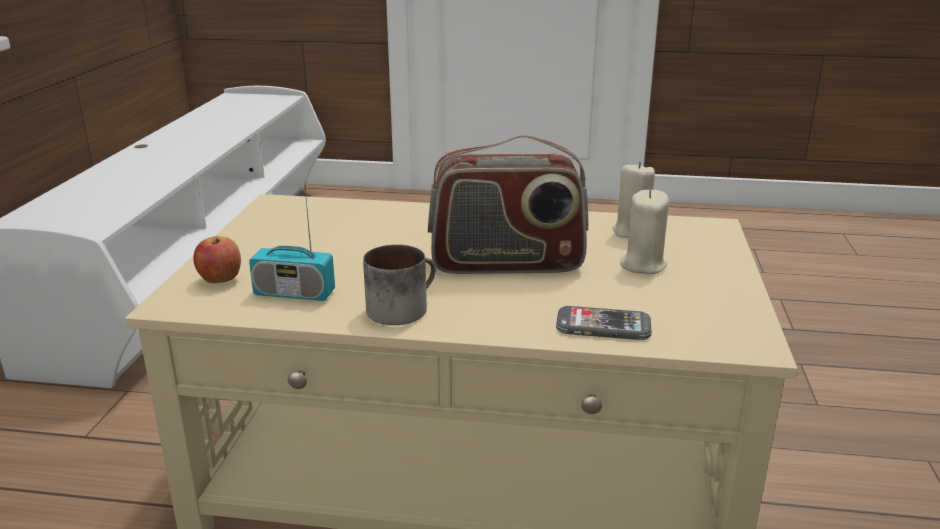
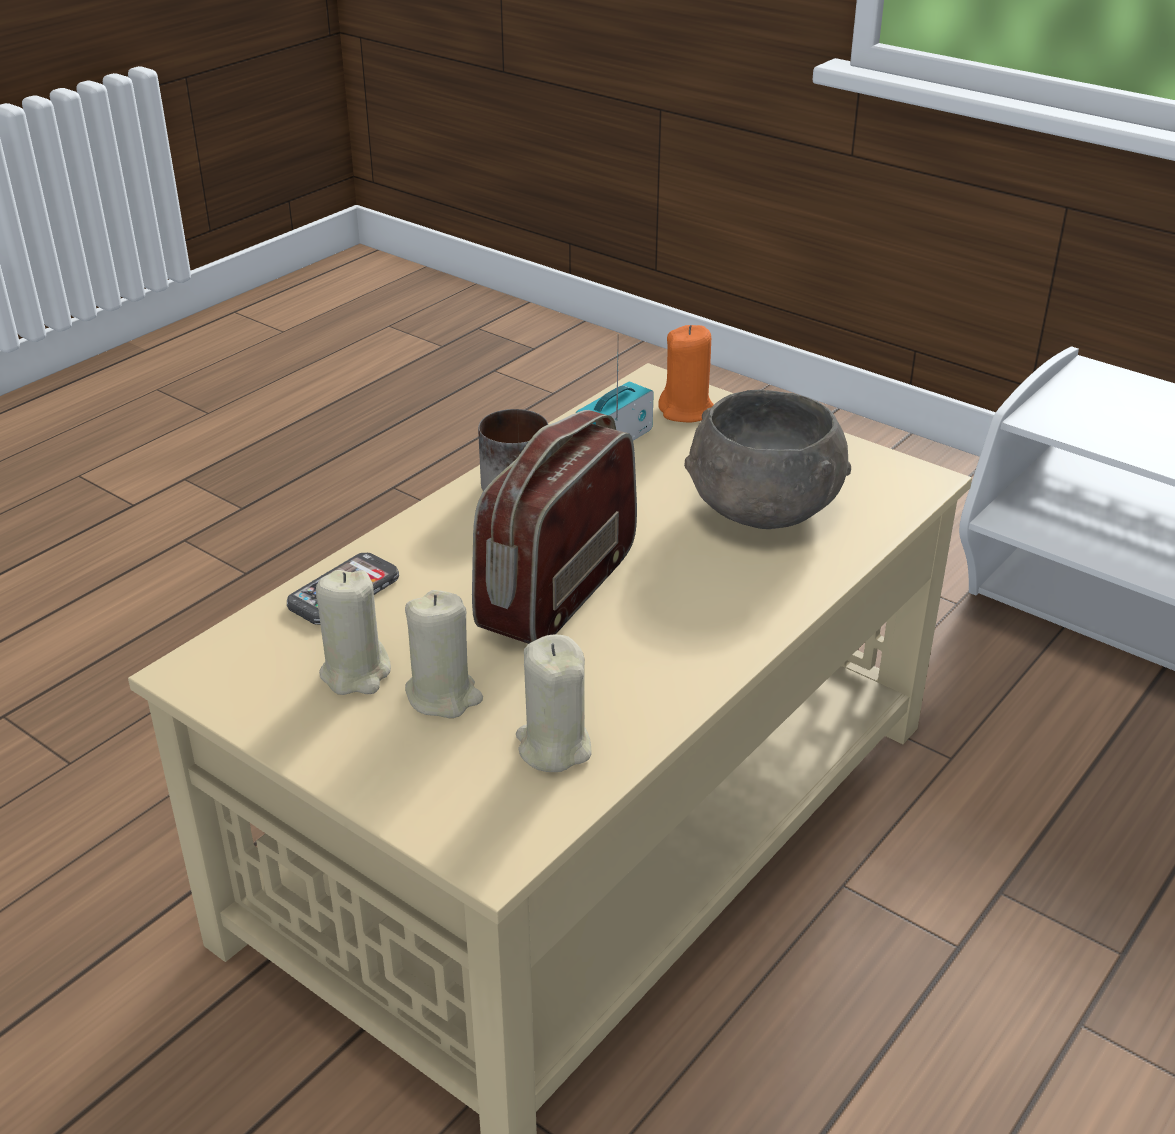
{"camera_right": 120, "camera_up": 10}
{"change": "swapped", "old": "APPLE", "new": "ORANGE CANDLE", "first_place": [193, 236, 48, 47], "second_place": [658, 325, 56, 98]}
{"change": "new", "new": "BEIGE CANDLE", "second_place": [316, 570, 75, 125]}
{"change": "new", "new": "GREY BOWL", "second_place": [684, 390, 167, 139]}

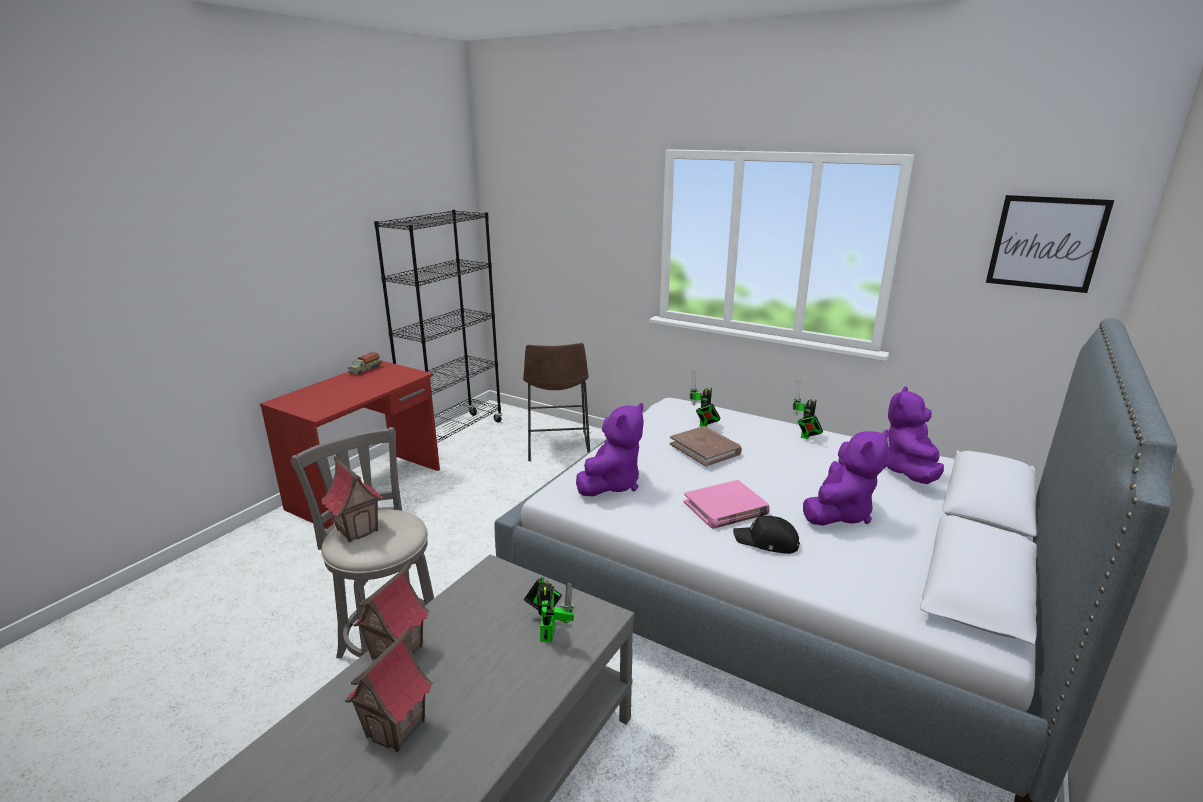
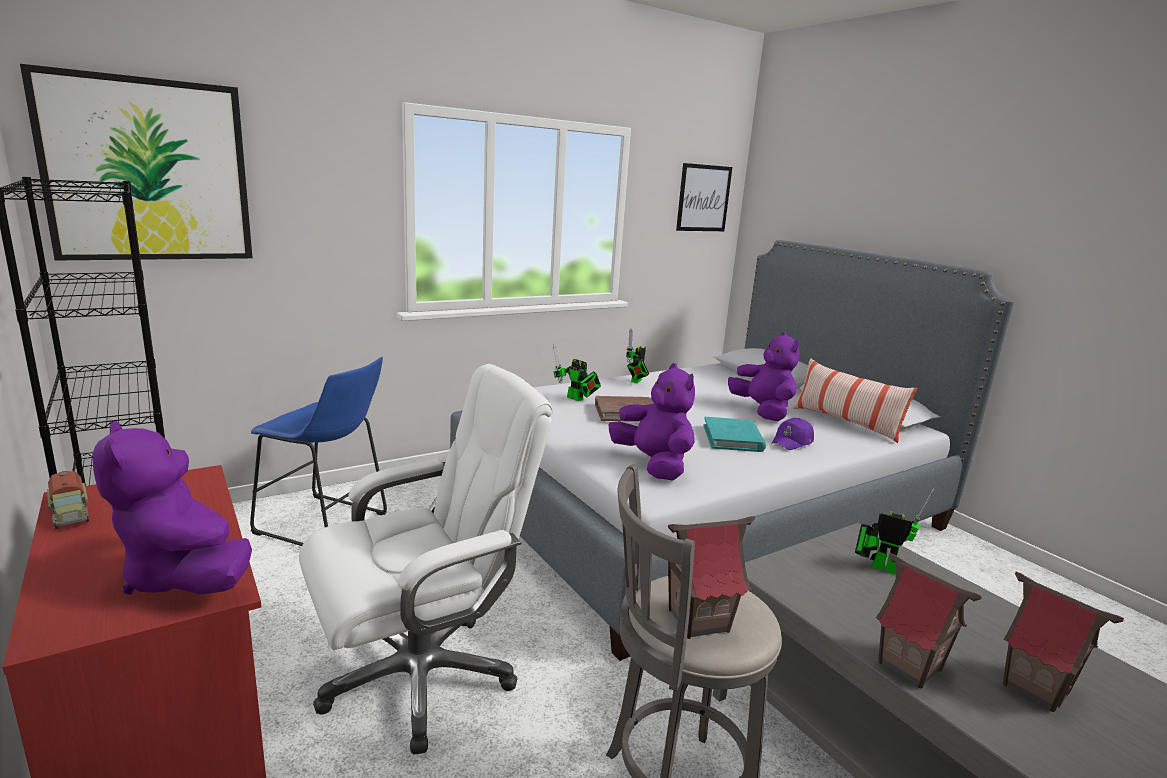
{"camera_right": -65, "camera_up": -5}
{"change": "repainted", "old": "BROWN STOOL", "new": "BLUE STOOL", "first_place": [523, 343, 67, 118], "second_place": [250, 357, 137, 189]}
{"change": "repainted", "old": "PINK BOOK", "new": "TURQUOISE BOOK", "first_place": [684, 480, 86, 49], "second_place": [703, 417, 63, 35]}
{"change": "repainted", "old": "BLACK CAP", "new": "PURPLE CAP", "first_place": [733, 516, 67, 38], "second_place": [772, 418, 42, 32]}
{"change": "rotated", "old": "TOY ROBOT", "first_place": [793, 378, 30, 61], "second_place": [626, 329, 23, 54], "degrees": 60}
{"change": "shifted", "old": "PURPLE PLUSH TOY", "first_place": [884, 386, 60, 98], "second_place": [92, 421, 160, 174]}
{"change": "new", "new": "PICTURE", "second_place": [20, 64, 233, 197]}
{"change": "new", "new": "WHITE OFFICE CHAIR", "second_place": [299, 364, 254, 391]}
{"change": "new", "new": "PILLOW", "second_place": [793, 358, 125, 85]}

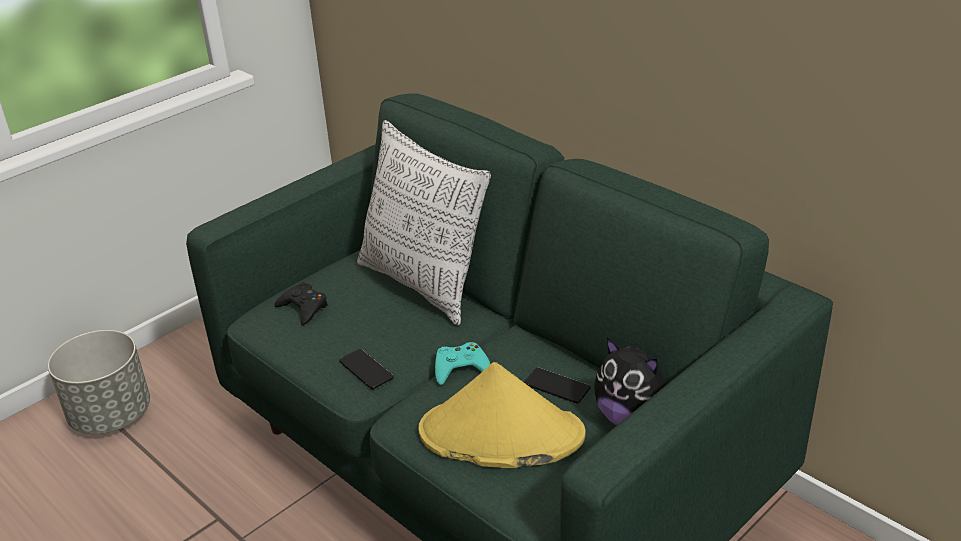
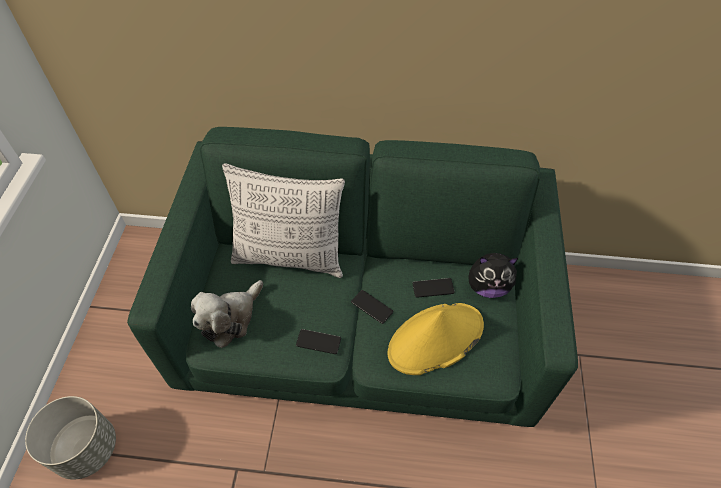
{"camera_right": -40, "camera_up": 20}
{"change": "swapped", "old": "BLACK GAME CONTROLLER", "new": "PLUSH TOY", "first_place": [274, 282, 54, 43], "second_place": [191, 280, 72, 68]}
{"change": "swapped", "old": "TURQUOISE GAME CONTROLLER", "new": "PHONE", "first_place": [435, 342, 55, 43], "second_place": [351, 290, 42, 34]}

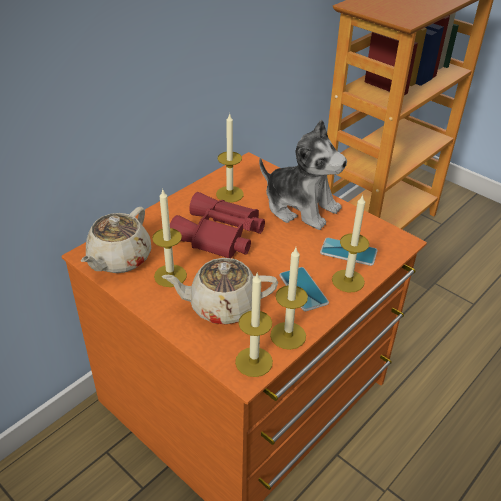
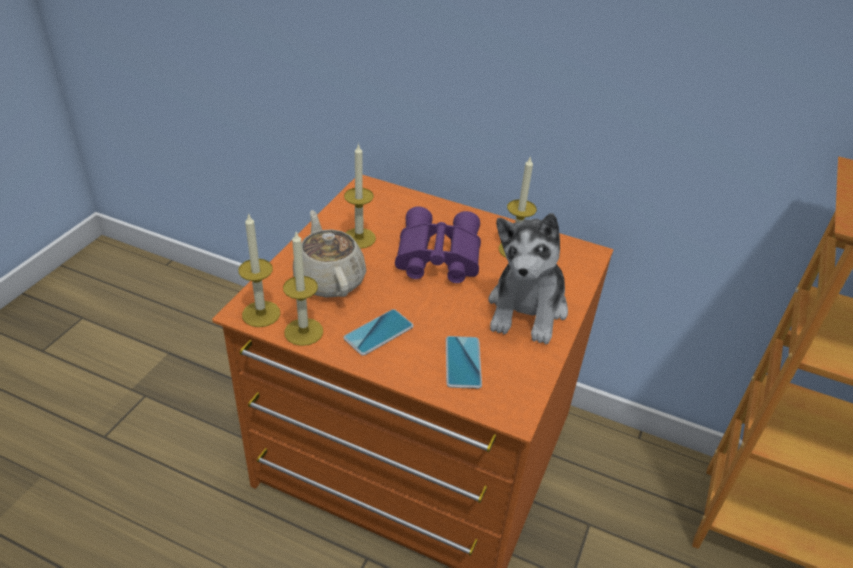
{"camera_right": 70, "camera_up": 0}
{"change": "gone", "old": "BEIGE TEAPOT", "first_place": [81, 207, 70, 66]}
{"change": "repainted", "old": "RED BINOCULARS", "new": "PURPLE BINOCULARS", "first_place": [170, 192, 95, 66], "second_place": [395, 207, 86, 76]}
{"change": "gone", "old": "CANDLE", "first_place": [332, 195, 37, 97]}

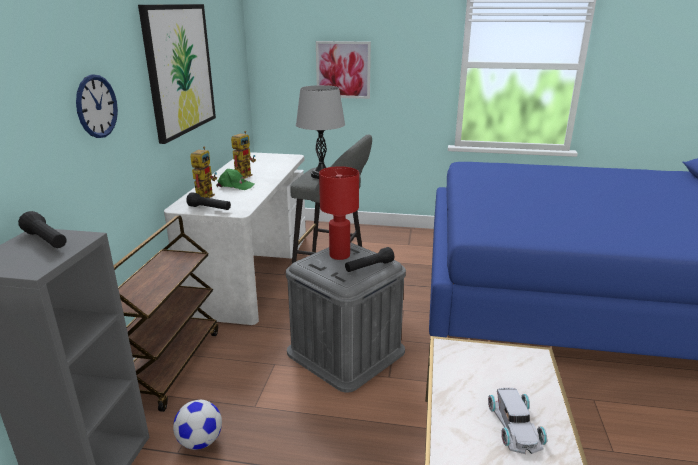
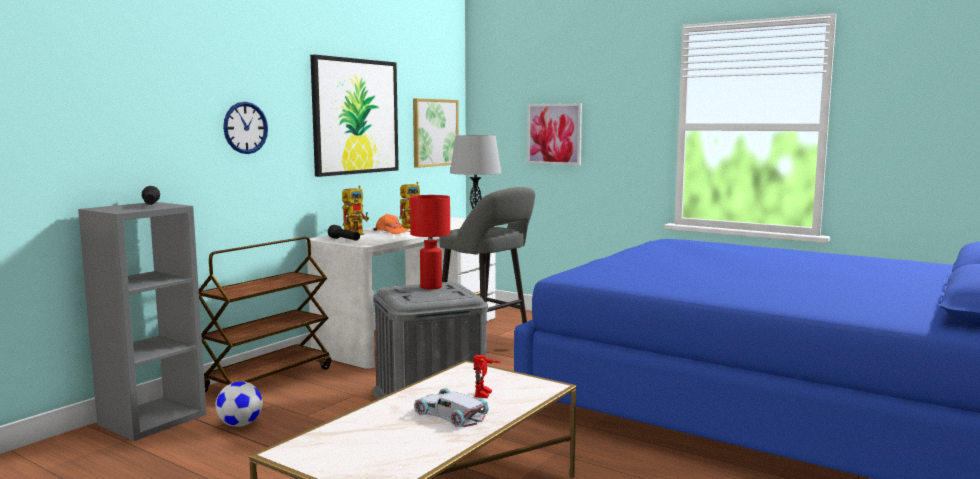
{"camera_right": 25, "camera_up": -15}
{"change": "repainted", "old": "GREEN CAP", "new": "ORANGE CAP", "first_place": [216, 169, 39, 21], "second_place": [373, 214, 37, 20]}
{"change": "gone", "old": "BLACK FLASHLIGHT", "first_place": [345, 247, 49, 25]}
{"change": "rotated", "old": "WHITE TOY CAR", "first_place": [488, 388, 59, 66], "second_place": [414, 388, 75, 39], "degrees": 105}
{"change": "new", "new": "PICTURE", "second_place": [413, 98, 46, 70]}
{"change": "new", "new": "TOY ROBOT", "second_place": [473, 355, 27, 43]}

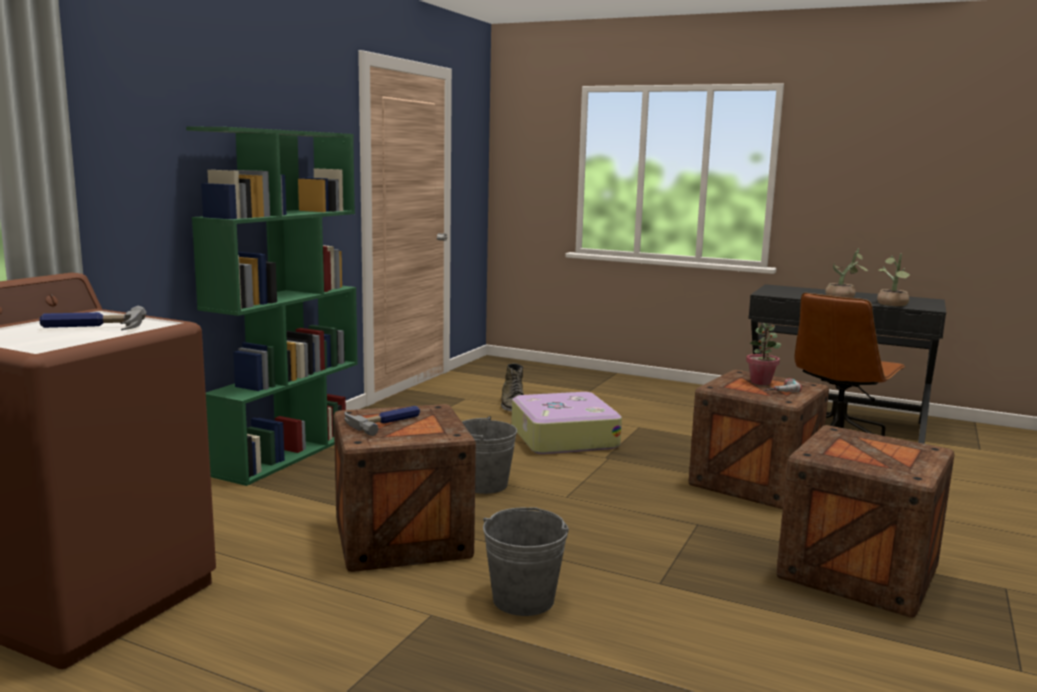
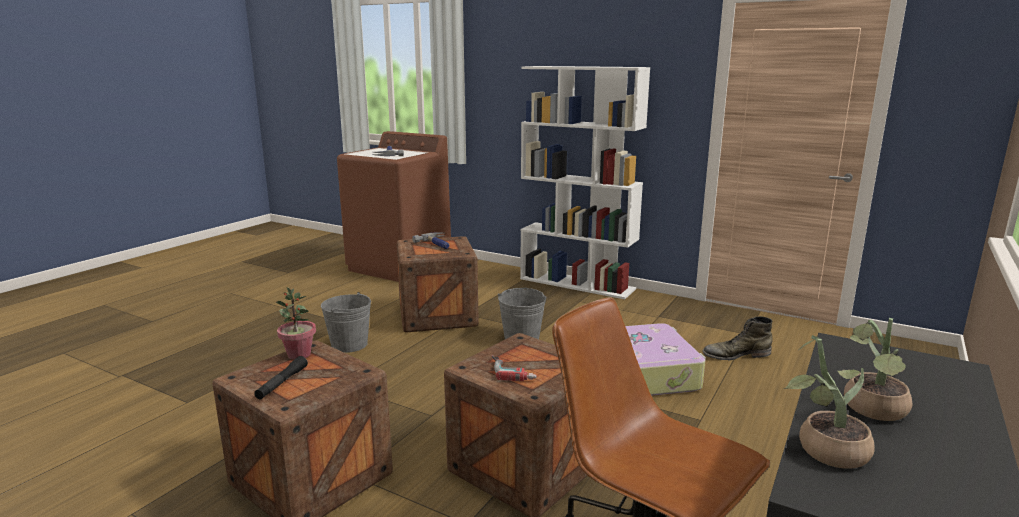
{"camera_right": 95, "camera_up": 5}
{"change": "repainted", "old": "GREEN BOOKCASE", "new": "WHITE BOOKCASE", "first_place": [186, 126, 172, 360], "second_place": [520, 66, 130, 233]}
{"change": "shifted", "old": "POTTED PLANT", "first_place": [746, 323, 35, 62], "second_place": [276, 287, 40, 73]}
{"change": "new", "new": "BLACK FLASHLIGHT", "second_place": [254, 356, 54, 43]}

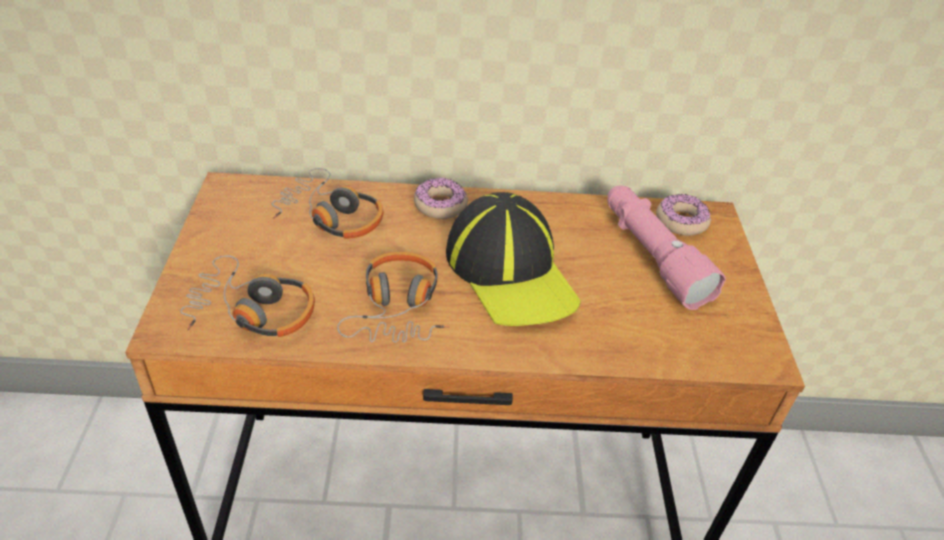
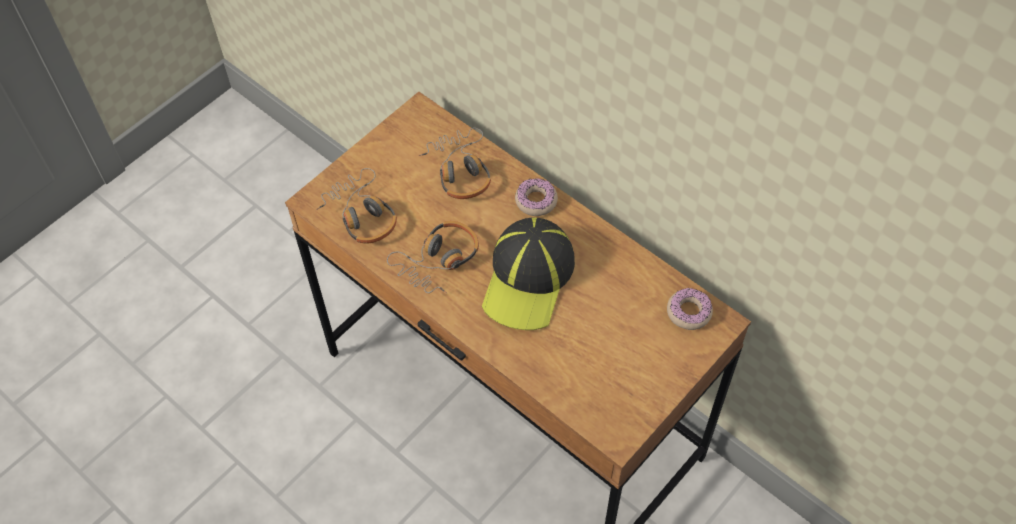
{"camera_right": 45, "camera_up": 15}
{"change": "gone", "old": "PINK FLASHLIGHT", "first_place": [607, 186, 119, 124]}

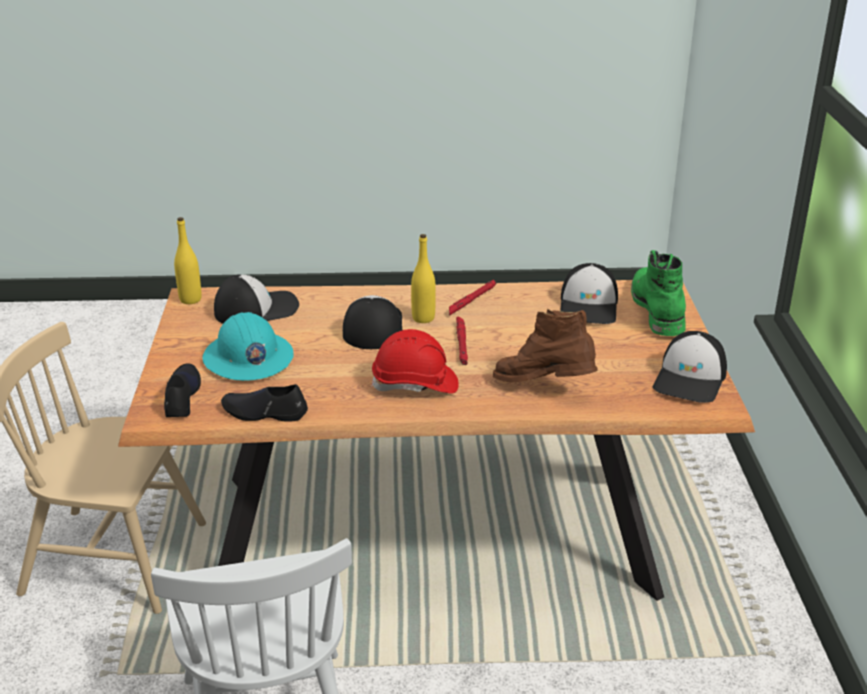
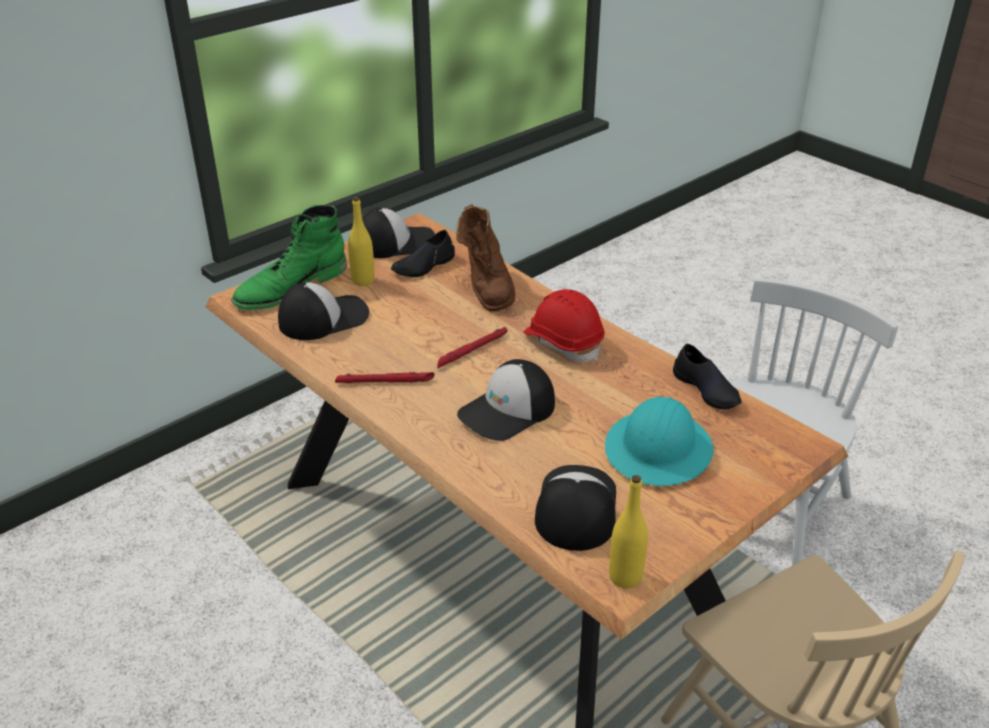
{"camera_right": -130, "camera_up": 5}
{"change": "shifted", "old": "BLACK SHOE", "first_place": [164, 363, 37, 54], "second_place": [391, 230, 64, 47]}
{"change": "rotated", "old": "CAP", "first_place": [214, 274, 85, 50], "second_place": [535, 465, 81, 86], "degrees": 75}
{"change": "shifted", "old": "YELLOW BOTTLE", "first_place": [411, 234, 25, 89], "second_place": [348, 197, 27, 89]}

